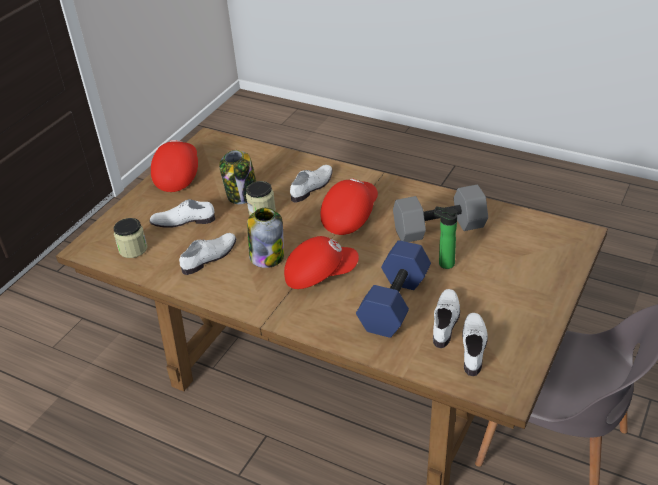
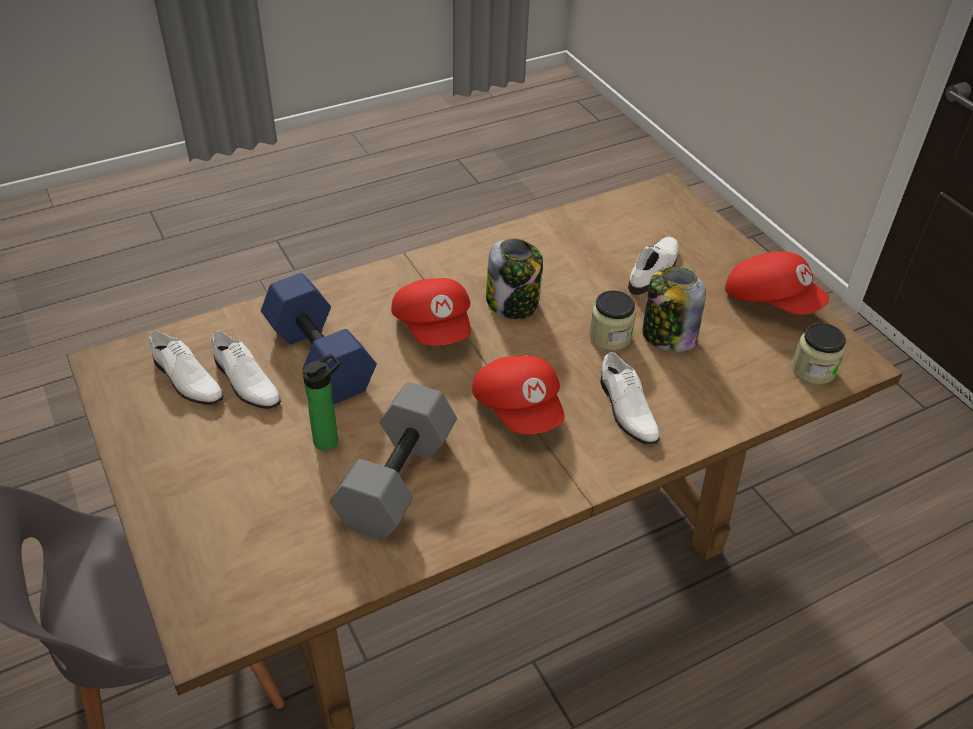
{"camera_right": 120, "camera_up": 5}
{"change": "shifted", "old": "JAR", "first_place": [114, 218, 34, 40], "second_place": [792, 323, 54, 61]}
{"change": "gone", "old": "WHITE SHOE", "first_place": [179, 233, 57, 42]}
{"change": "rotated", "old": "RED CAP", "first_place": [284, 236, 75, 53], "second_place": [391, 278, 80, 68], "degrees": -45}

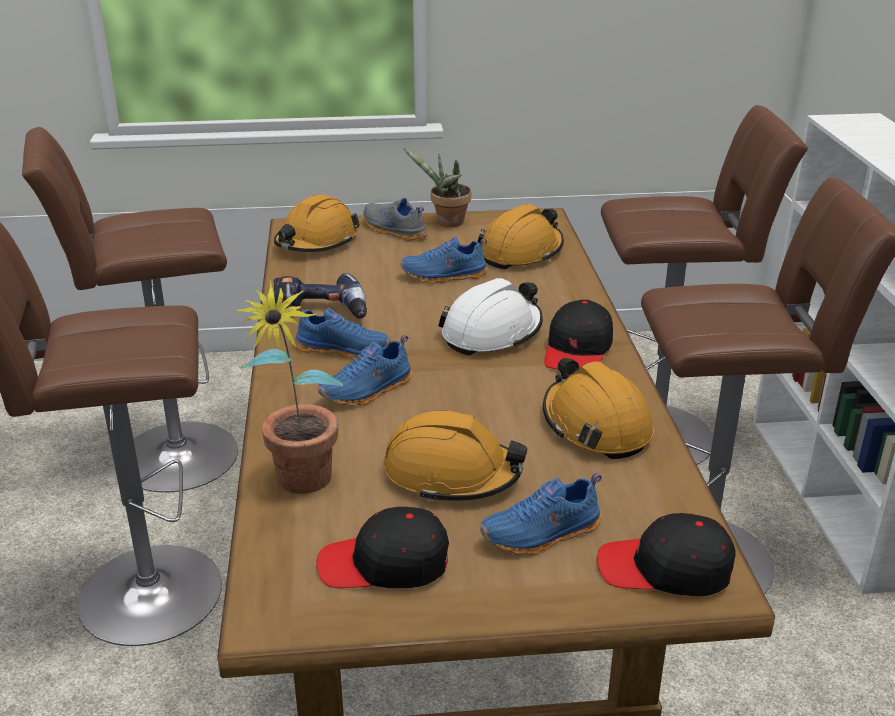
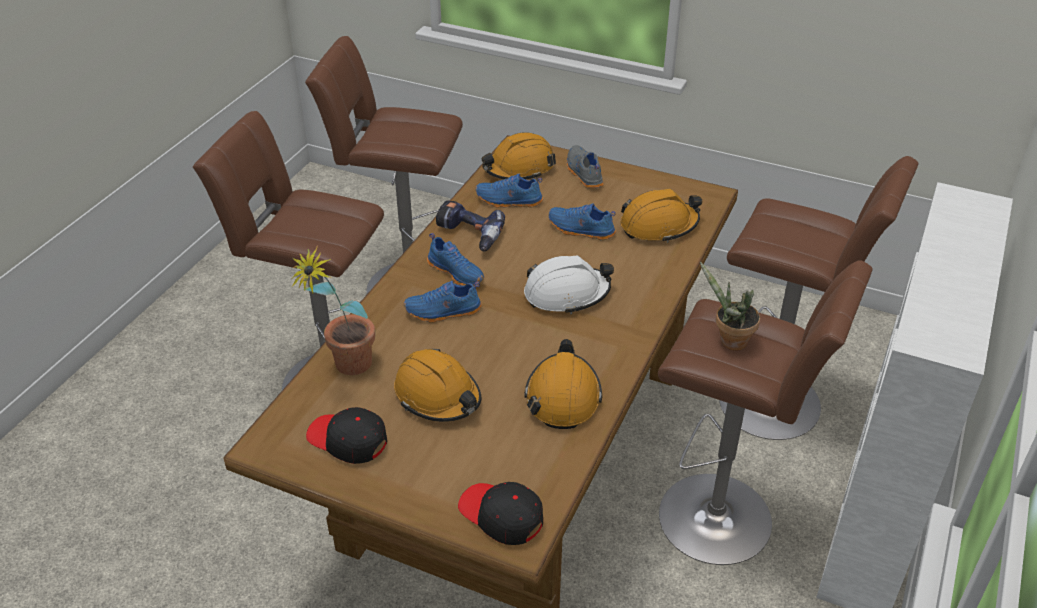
{"camera_right": 30, "camera_up": 10}
{"change": "shifted", "old": "POTTED PLANT", "first_place": [404, 149, 67, 78], "second_place": [700, 262, 60, 89]}
{"change": "shifted", "old": "BLUE SHOE", "first_place": [480, 473, 122, 82], "second_place": [476, 174, 67, 34]}
{"change": "gone", "old": "BLACK CAP", "first_place": [544, 300, 69, 70]}

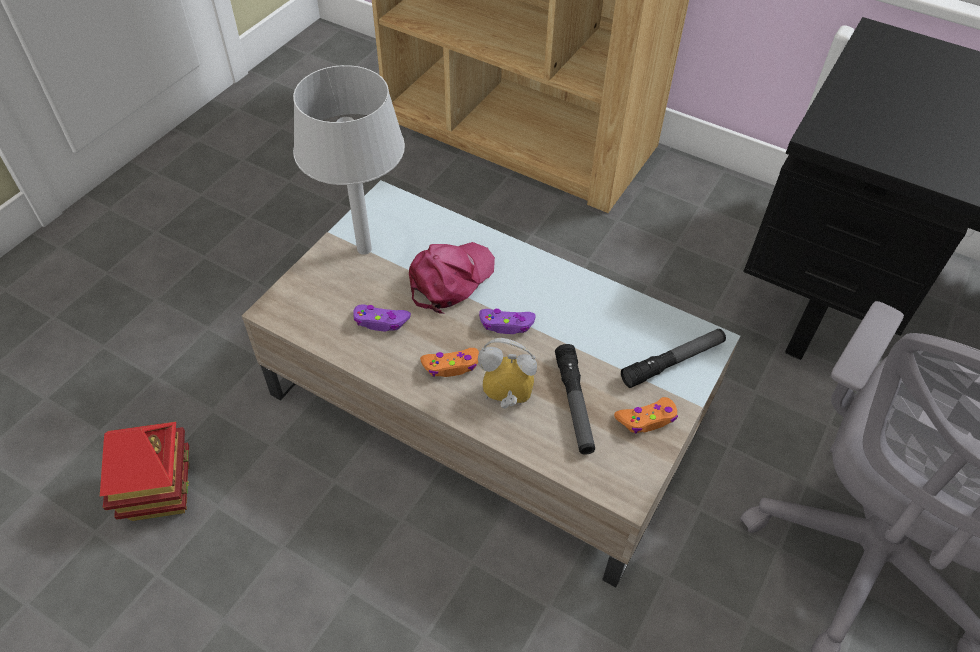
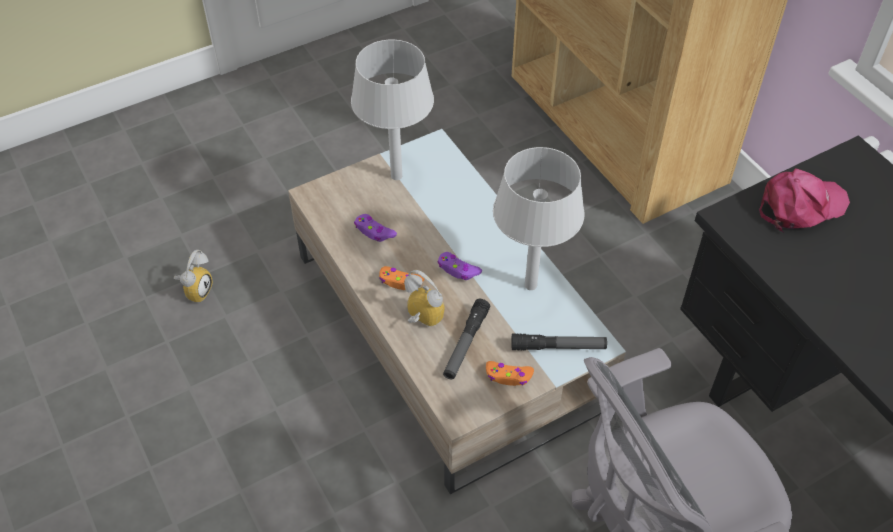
{"camera_right": 30, "camera_up": 0}
{"change": "swapped", "old": "TOY HOUSE", "new": "ALARM CLOCK", "first_place": [100, 422, 89, 99], "second_place": [174, 250, 39, 53]}
{"change": "shifted", "old": "PINK CAP", "first_place": [409, 242, 86, 72], "second_place": [759, 168, 91, 64]}
{"change": "new", "new": "GREY TABLE LAMP", "second_place": [493, 147, 92, 143]}

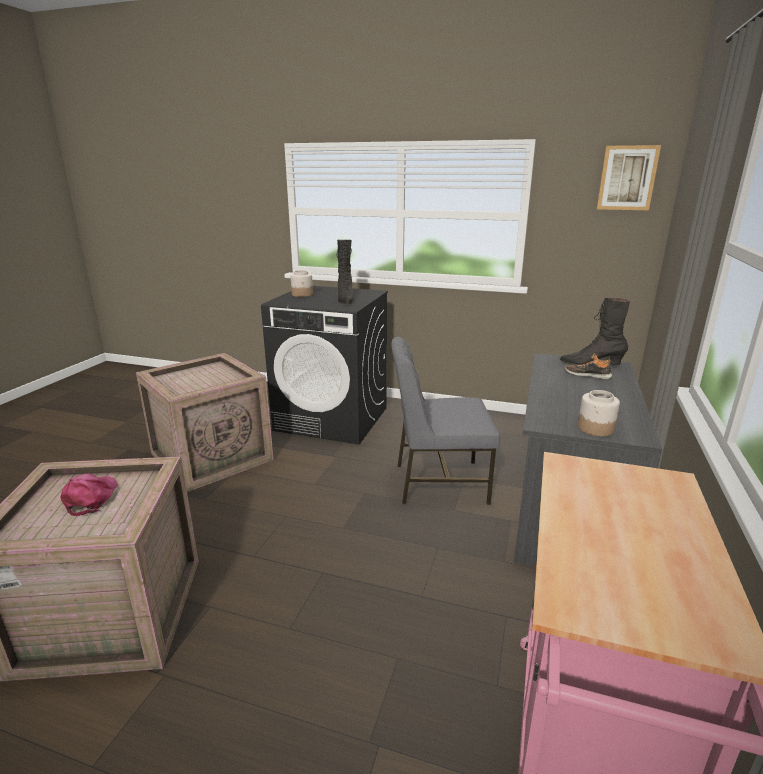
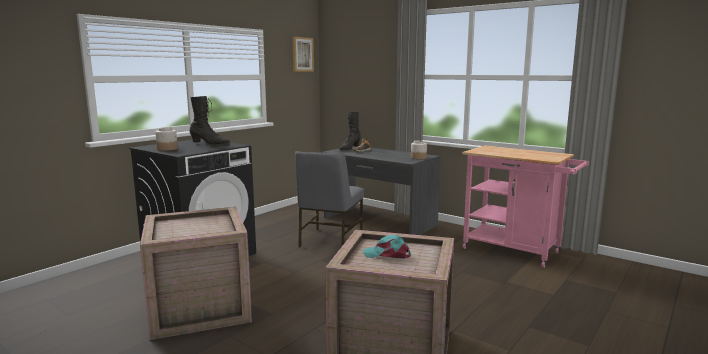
{"camera_right": -70, "camera_up": -10}
{"change": "repainted", "old": "PINK CAP", "new": "TURQUOISE CAP", "first_place": [60, 474, 58, 42], "second_place": [363, 235, 48, 24]}

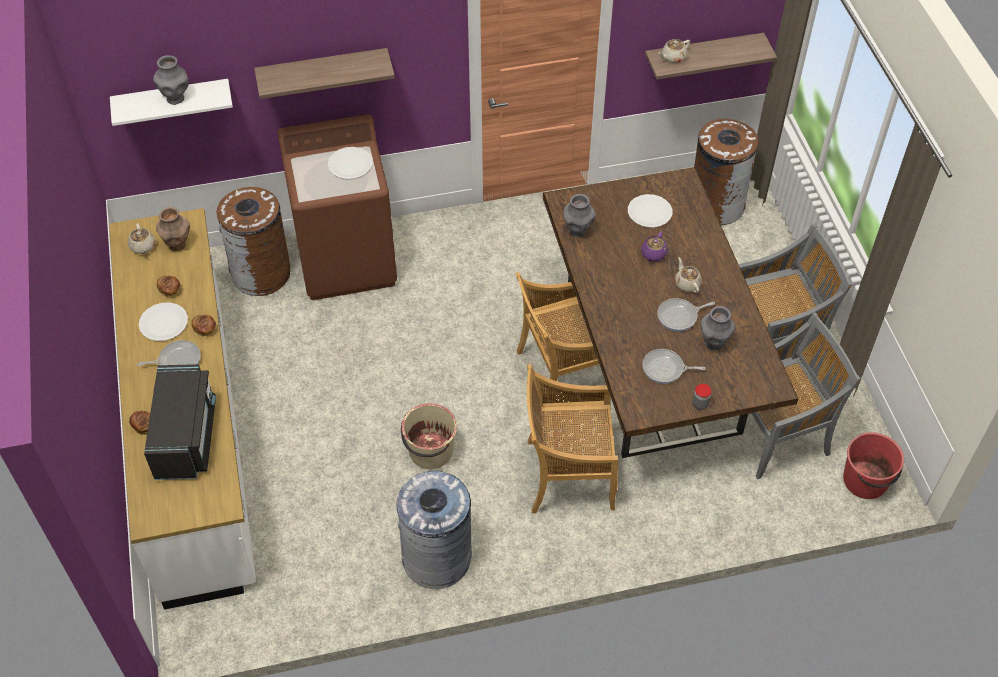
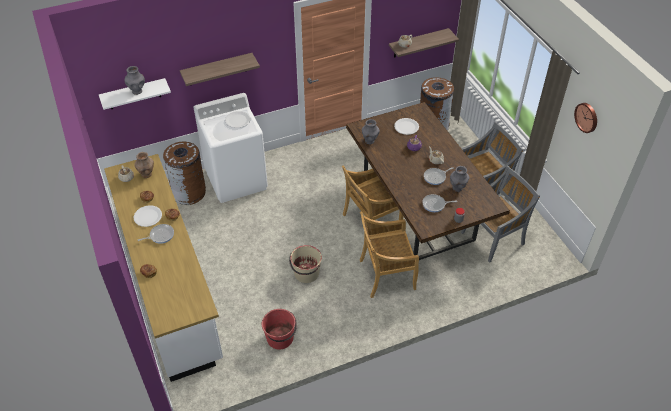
{"camera_right": -10, "camera_up": -5}
{"change": "gone", "old": "BLACK MICROWAVE", "first_place": [144, 364, 72, 116]}
{"change": "repainted", "old": "BROWN WASHING MACHINE", "new": "WHITE WASHING MACHINE", "first_place": [277, 114, 120, 186], "second_place": [194, 93, 74, 110]}
{"change": "gone", "old": "GREY TRASH CAN", "first_place": [396, 471, 76, 118]}
{"change": "shifted", "old": "RED BUCKET", "first_place": [843, 432, 61, 67], "second_place": [262, 309, 35, 41]}
{"change": "new", "new": "WALL CLOCK", "second_place": [574, 103, 23, 30]}

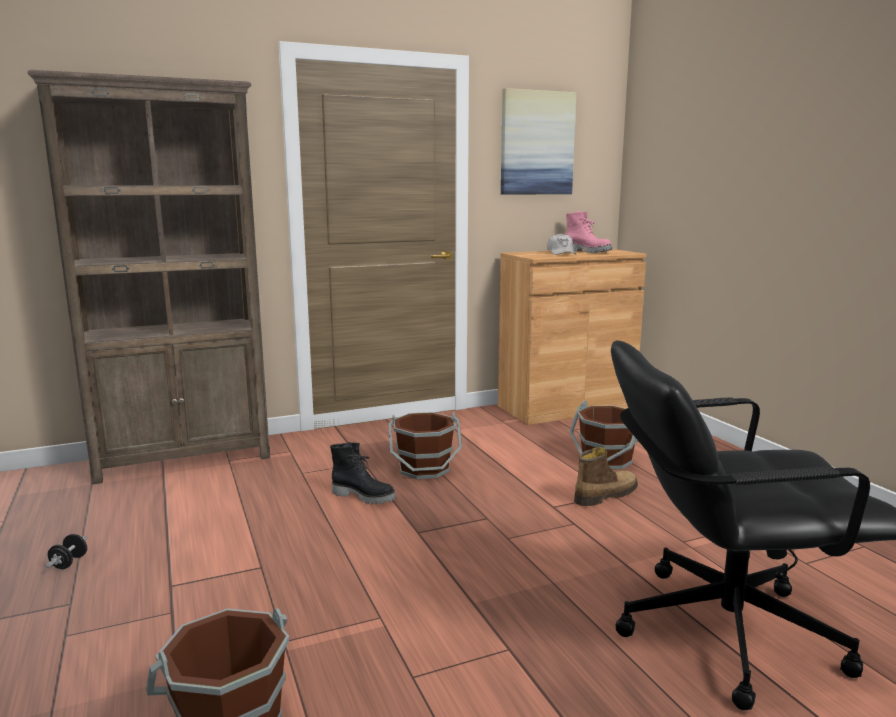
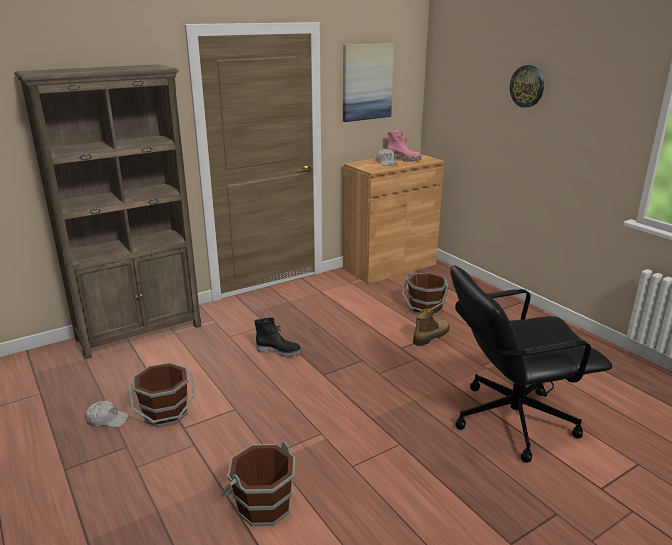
{"camera_right": -10, "camera_up": 10}
{"change": "swapped", "old": "BLACK DUMBBELL", "new": "WHITE CAP", "first_place": [46, 534, 41, 35], "second_place": [85, 400, 44, 27]}
{"change": "shifted", "old": "BROWN BUCKET", "first_place": [388, 412, 74, 67], "second_place": [128, 363, 68, 64]}
{"change": "new", "new": "WALL CLOCK", "second_place": [510, 65, 34, 43]}

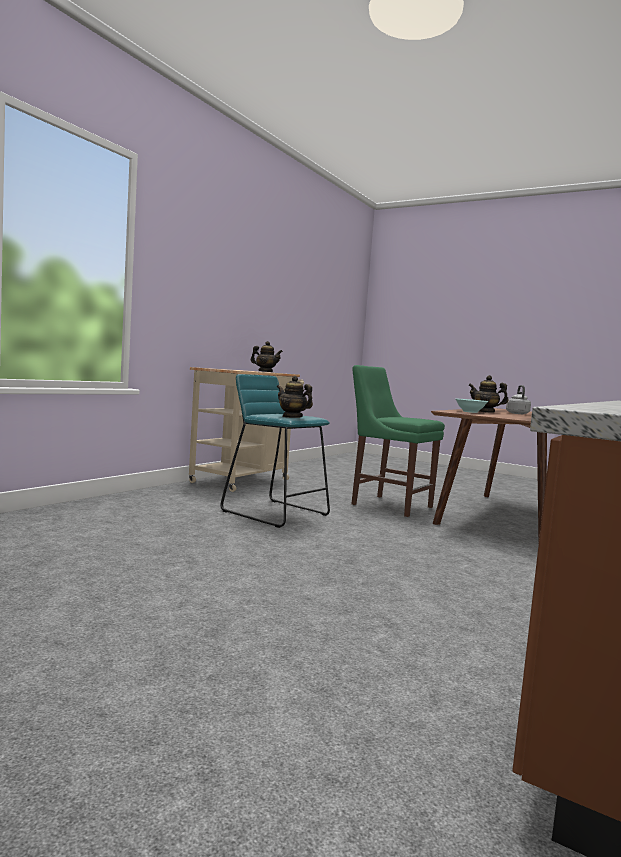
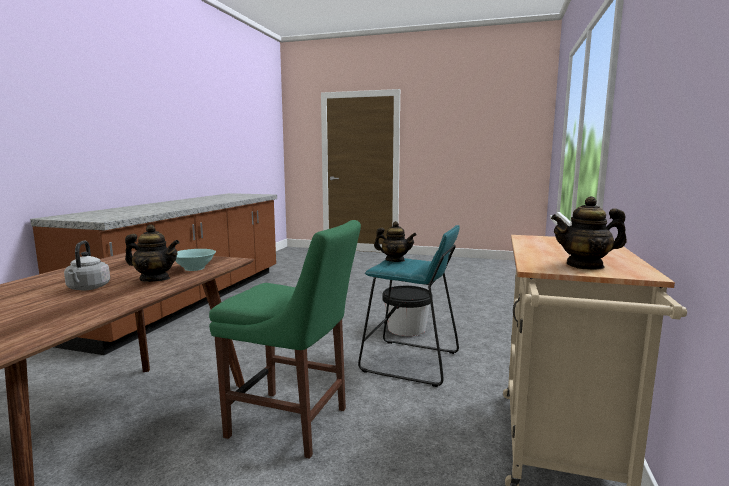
{"camera_right": 165, "camera_up": 5}
{"change": "new", "new": "BLACK BUCKET", "second_place": [382, 286, 51, 50]}

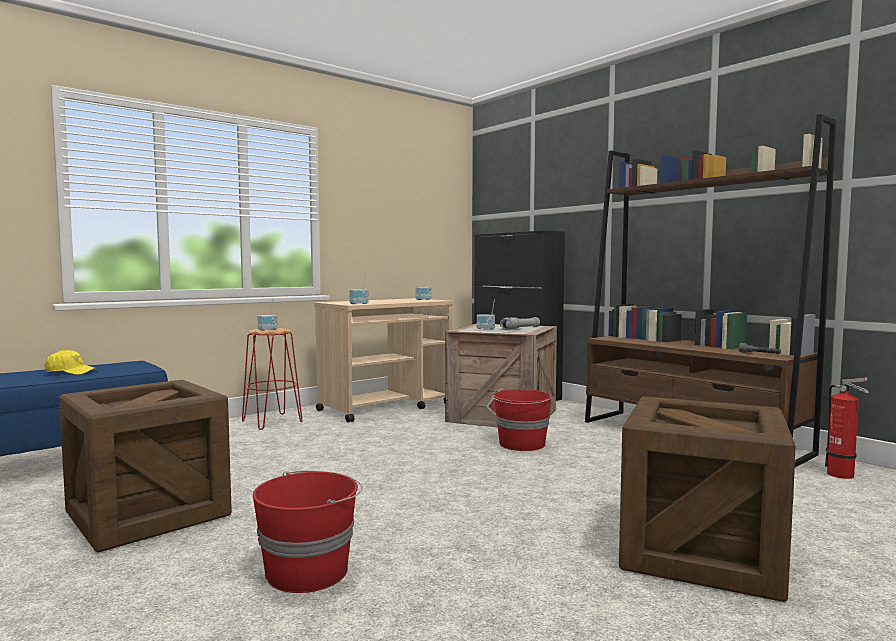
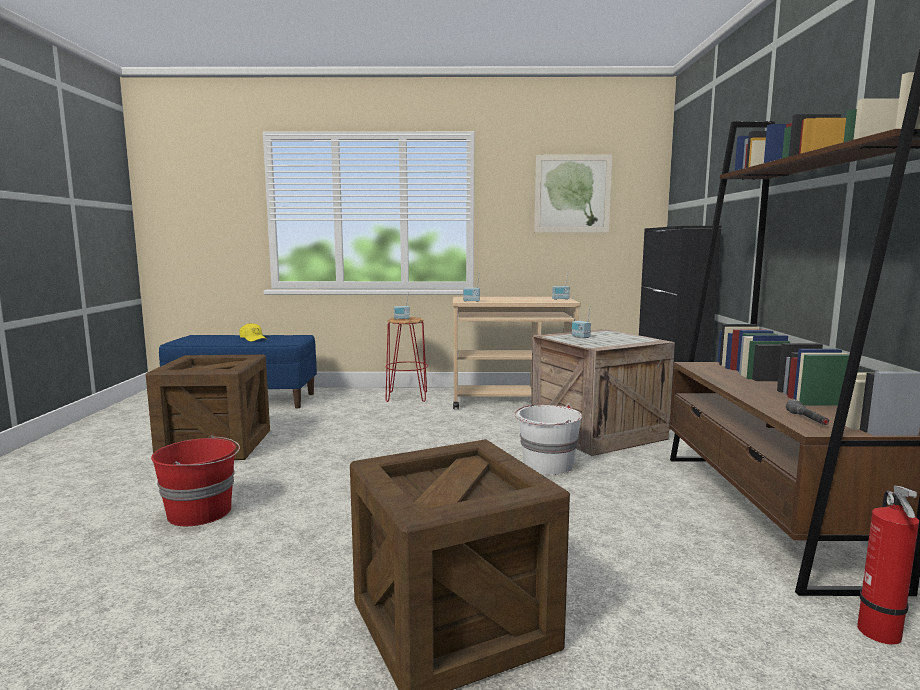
{"camera_right": 40, "camera_up": 5}
{"change": "repainted", "old": "RED BUCKET", "new": "WHITE BUCKET", "first_place": [491, 389, 62, 62], "second_place": [515, 404, 67, 71]}
{"change": "gone", "old": "GREY FLASHLIGHT", "first_place": [500, 317, 40, 13]}
{"change": "new", "new": "PICTURE", "second_place": [534, 155, 78, 77]}

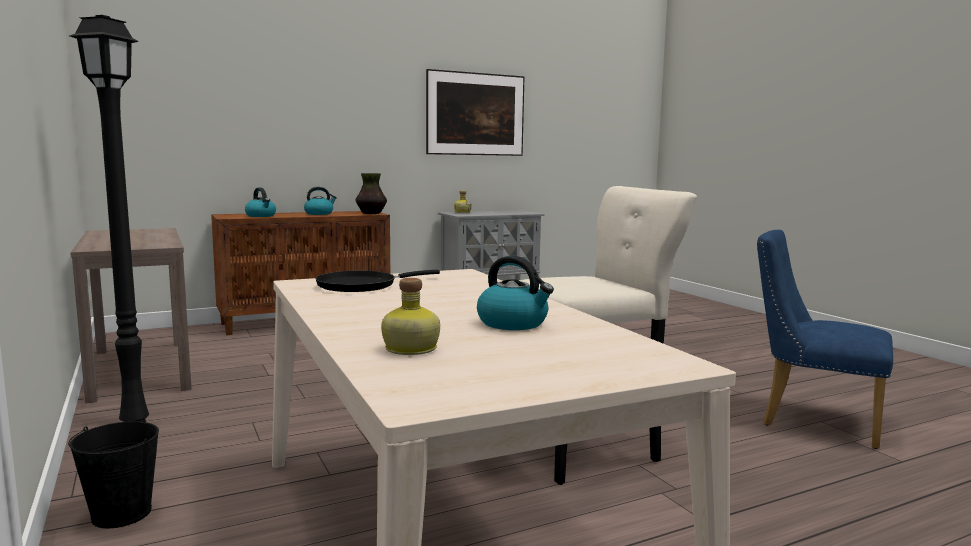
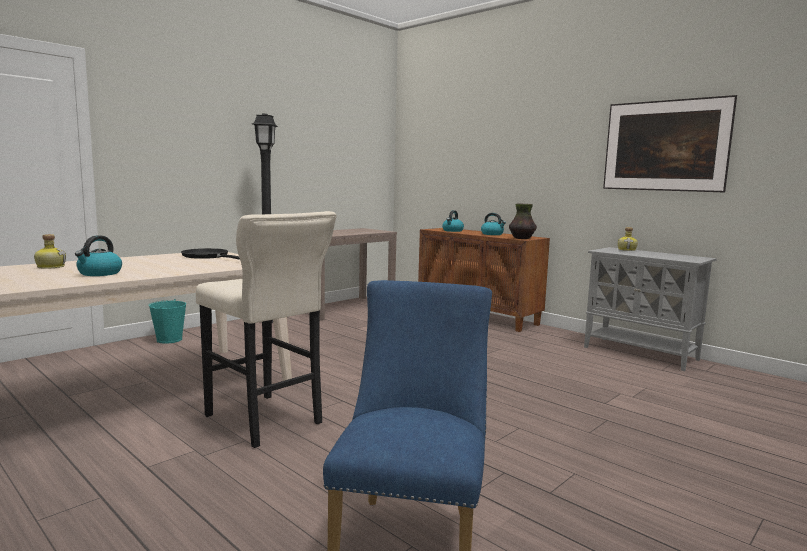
{"camera_right": 70, "camera_up": 0}
{"change": "repainted", "old": "BLACK BUCKET", "new": "TURQUOISE BUCKET", "first_place": [68, 421, 91, 107], "second_place": [149, 299, 37, 45]}

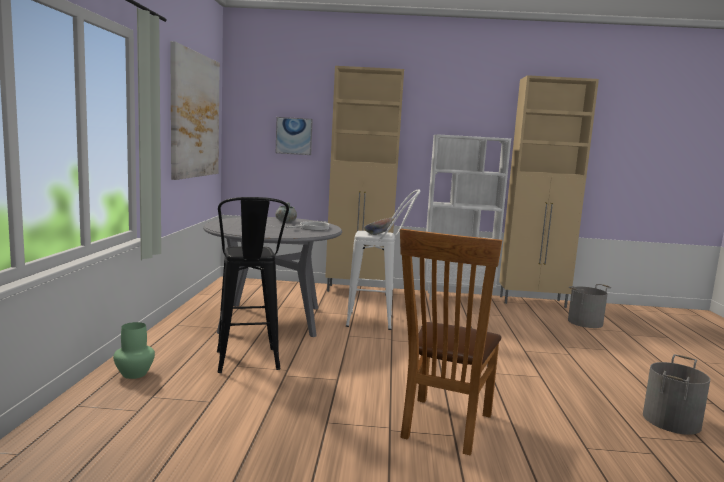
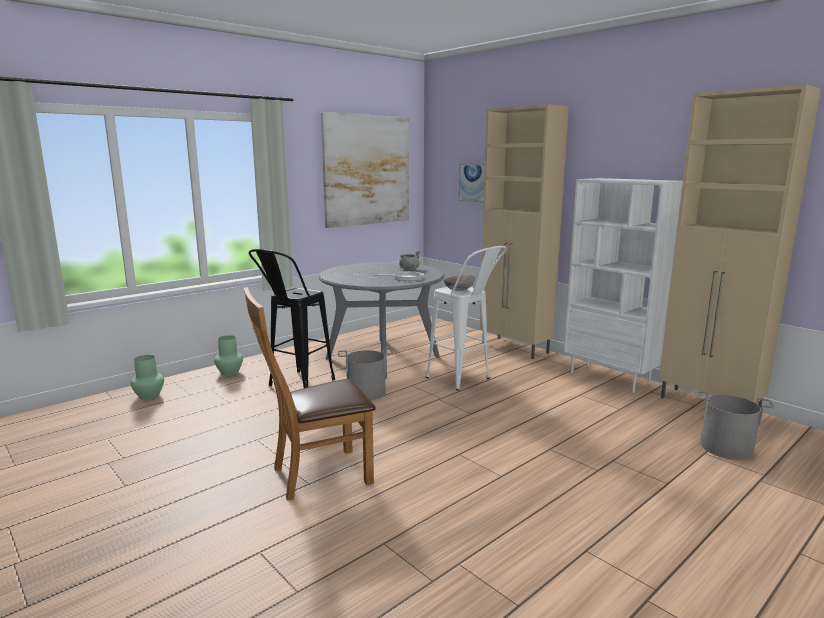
{"camera_right": 45, "camera_up": 5}
{"change": "shifted", "old": "GREY BUCKET", "first_place": [643, 354, 67, 81], "second_place": [338, 348, 55, 52]}
{"change": "new", "new": "GREEN VASE", "second_place": [130, 355, 34, 45]}

